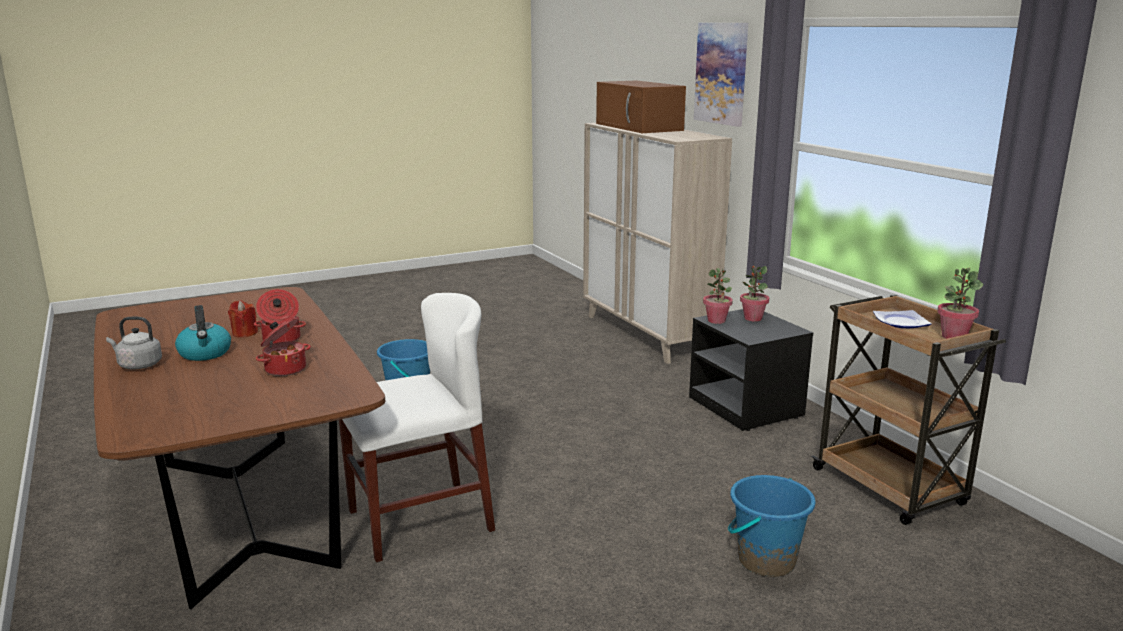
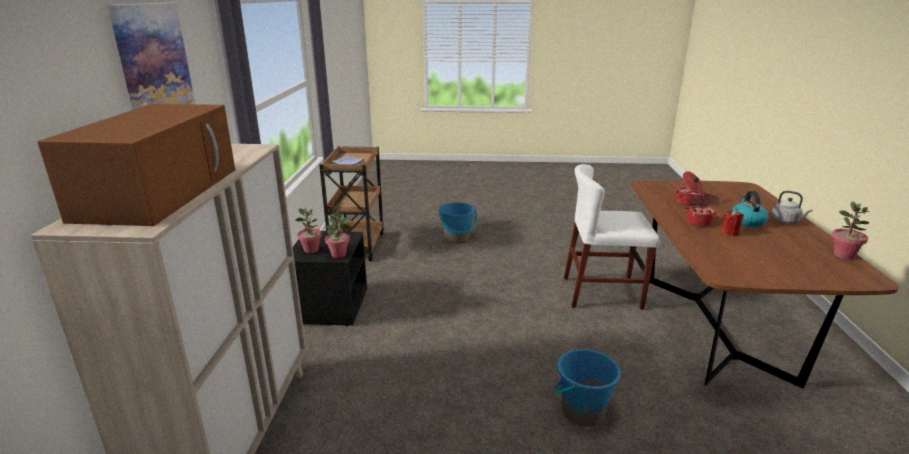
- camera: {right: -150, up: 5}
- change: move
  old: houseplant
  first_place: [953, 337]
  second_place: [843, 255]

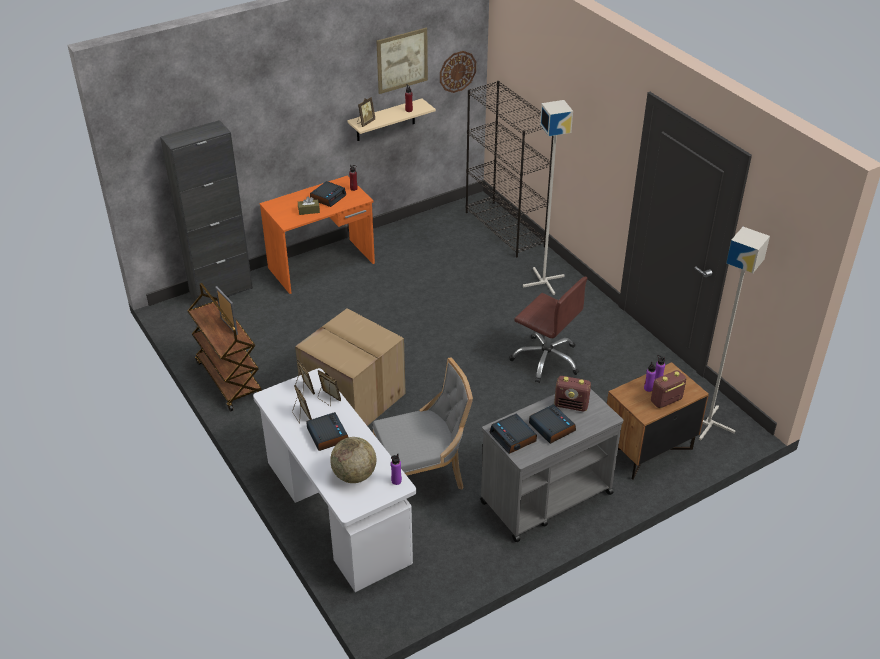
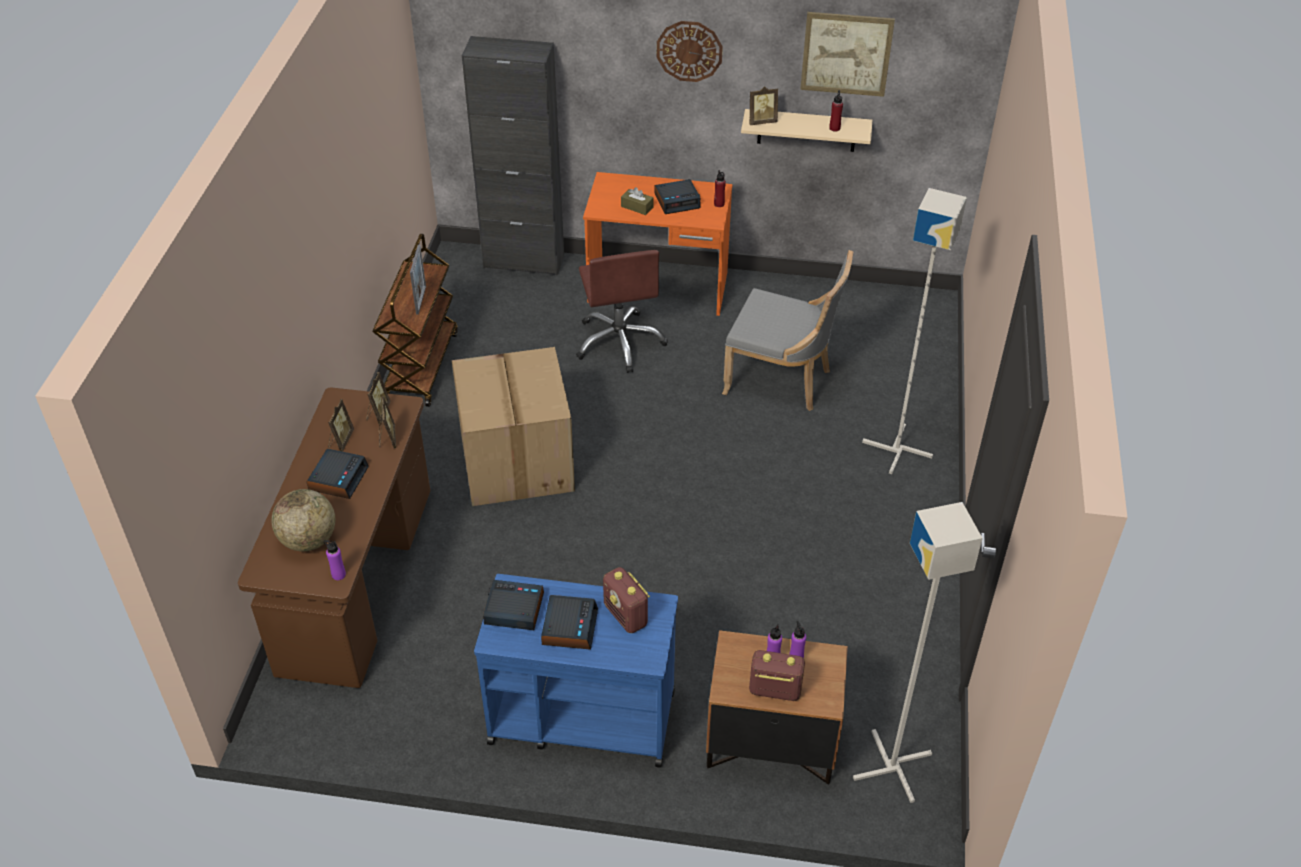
- camera: {right: 40, up: 5}
- change: recolor
  old: whitish desk
  new: brownish desk
  first_place: [337, 512]
  second_place: [356, 579]
- change: move
  old: gray upright chair
  first_place: [423, 478]
  second_place: [782, 380]
- change: move
  old: hanging clock
  first_place: [457, 71]
  second_place: [689, 51]
- change: delete
  old: blackish bookshelf
  first_place: [505, 229]
- change: recolor
  old: gray trolley
  new: blue-coloured trolley
  first_place: [545, 498]
  second_place: [581, 716]
- change: rotate
  old: bedside clock
  first_place: [513, 437]
  second_place: [513, 609]
  degrees: 90
- change: move
  old: brownish desk chair
  first_place: [546, 359]
  second_place: [620, 342]

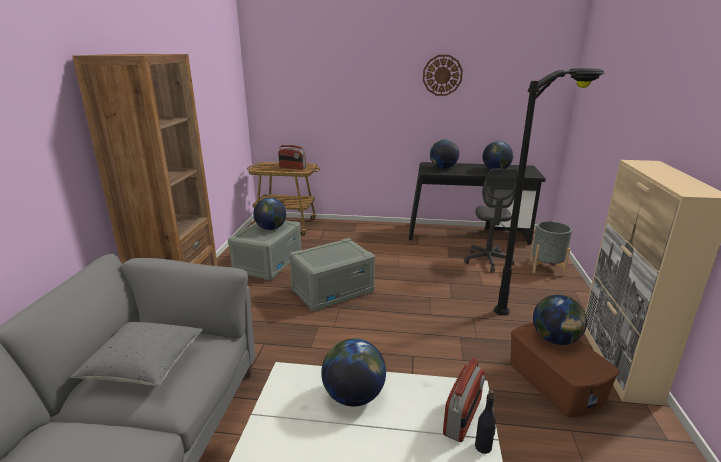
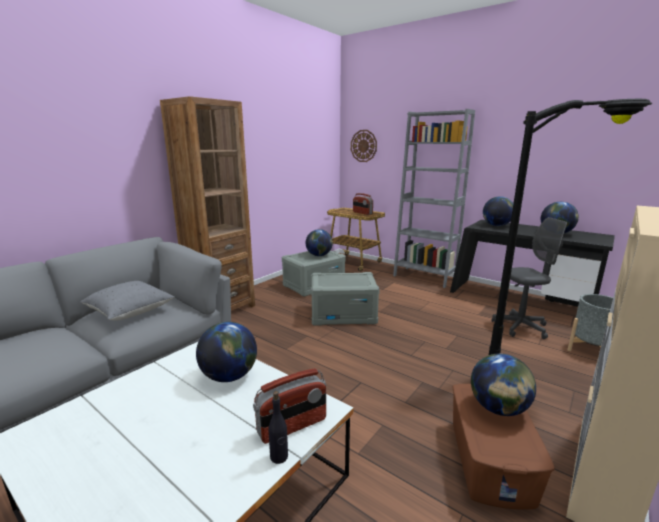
- camera: {right: 30, up: -5}
- change: move
  old: hanging clock
  first_place: [442, 75]
  second_place: [363, 146]
- change: rotate
  old: gray desk chair
  first_place: [488, 261]
  second_place: [520, 327]
  degrees: -135
- change: insert
  new: gray bookshelf
  second_place: [424, 277]

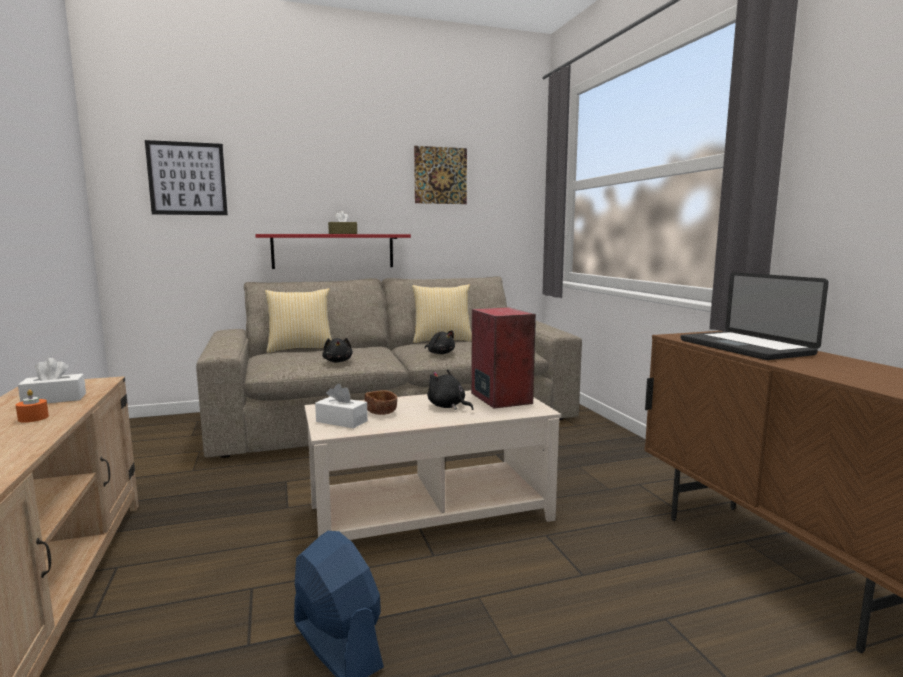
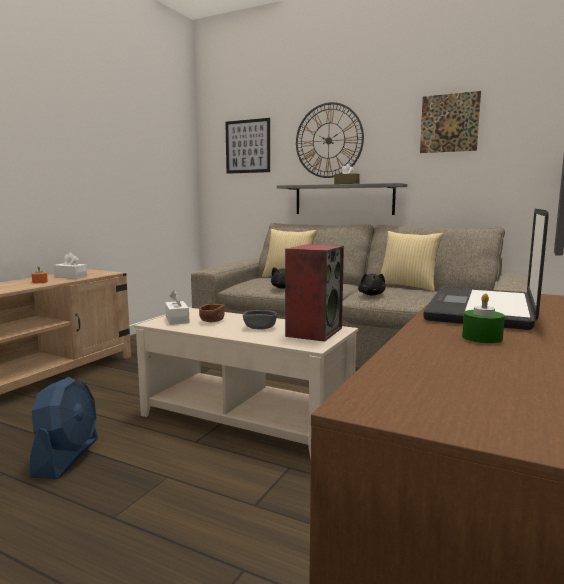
- camera: {right: 45, up: 0}
- change: recolor
  old: red-coloured shelf
  new: gray shelf
  first_place: [333, 251]
  second_place: [343, 199]
- change: replace
  old: blackish plush toy
  new: gray serving bowl
  first_place: [448, 406]
  second_place: [259, 327]
- change: insert
  new: hanging clock
  second_place: [328, 140]
- change: insert
  new: green wax light
  second_place: [482, 338]

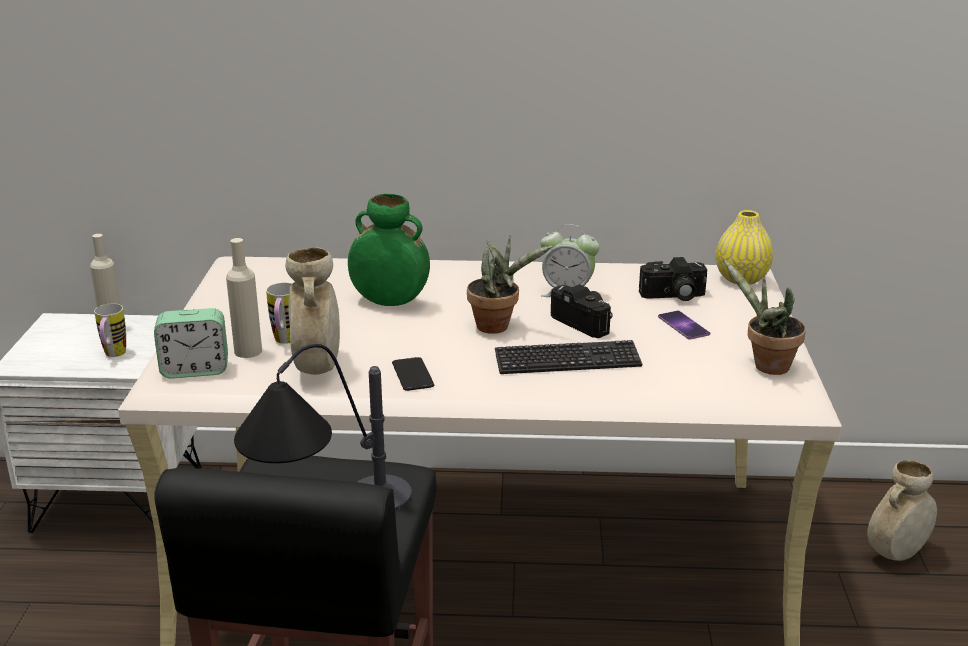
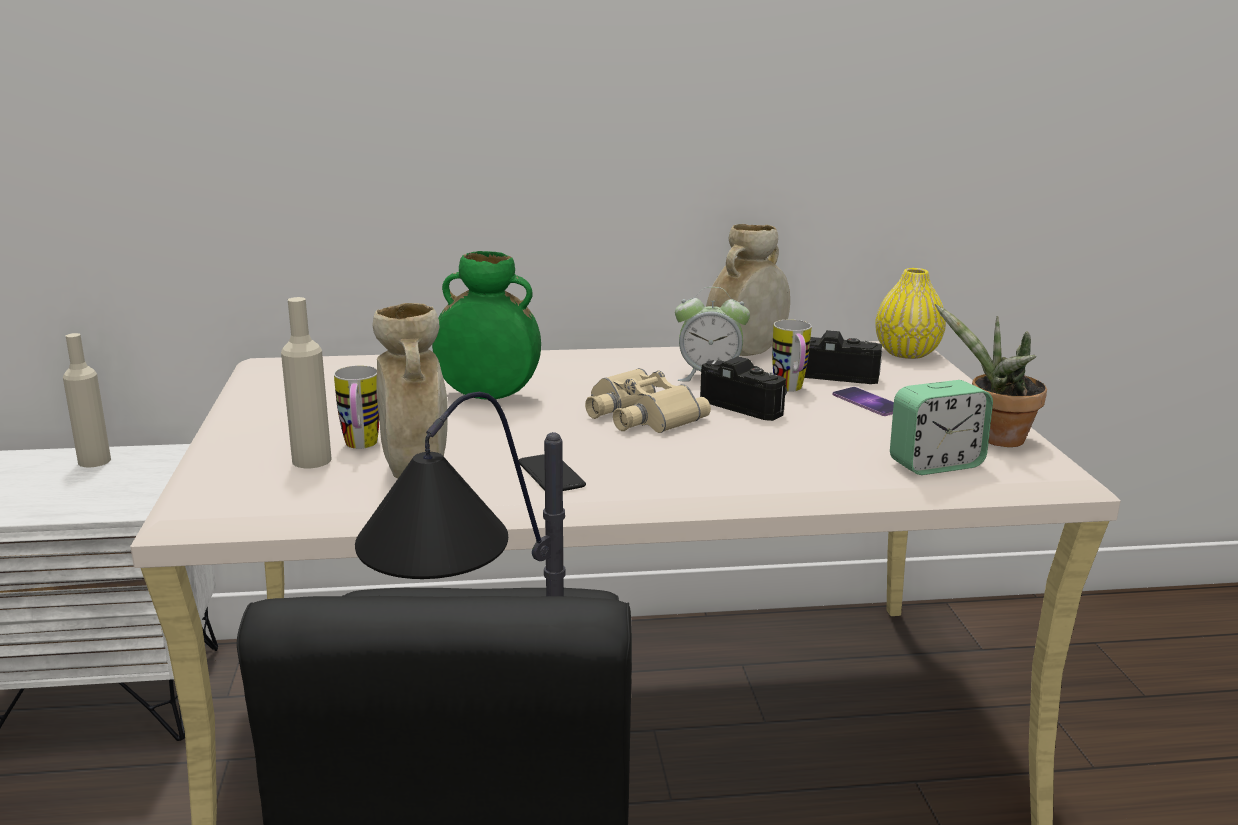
- camera: {right: -10, up: -5}
- change: move
  old: tea mug
  first_place: [113, 355]
  second_place: [790, 390]
- change: move
  old: bedside clock
  first_place: [195, 370]
  second_place: [935, 464]
- change: replace
  old: houseplant
  new: beige binoculars
  first_place: [497, 326]
  second_place: [639, 414]
- change: delete
  old: keyboard
  first_place: [567, 360]
- change: rotate
  old: still camera
  first_place: [673, 296]
  second_place: [838, 373]
  degrees: -150
- change: move
  old: beige flower vase
  first_place: [896, 553]
  second_place: [746, 353]

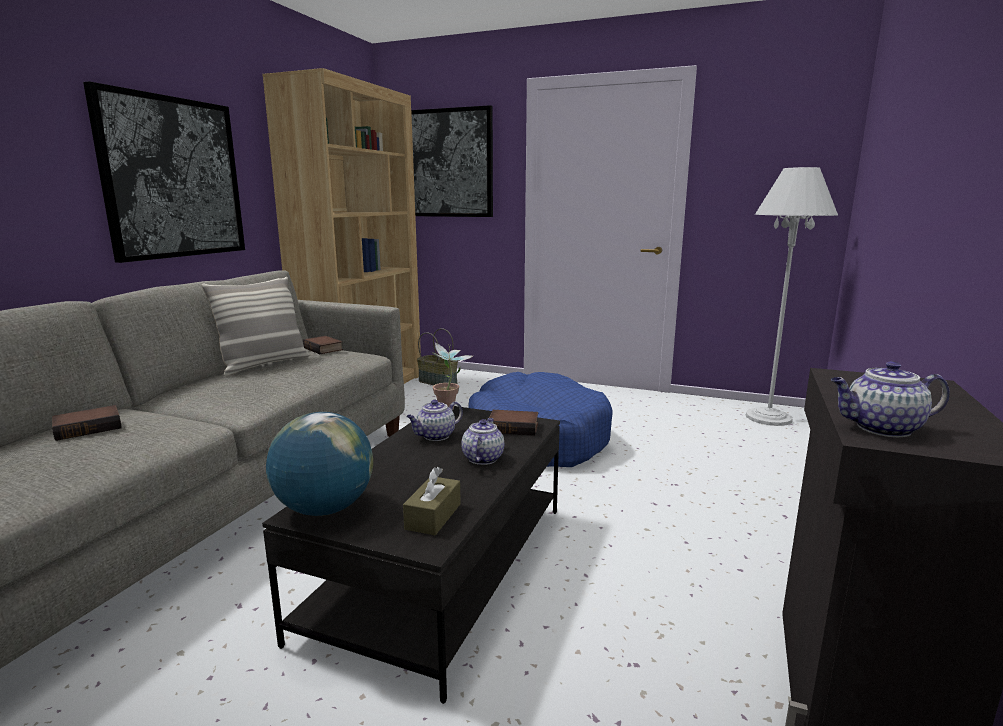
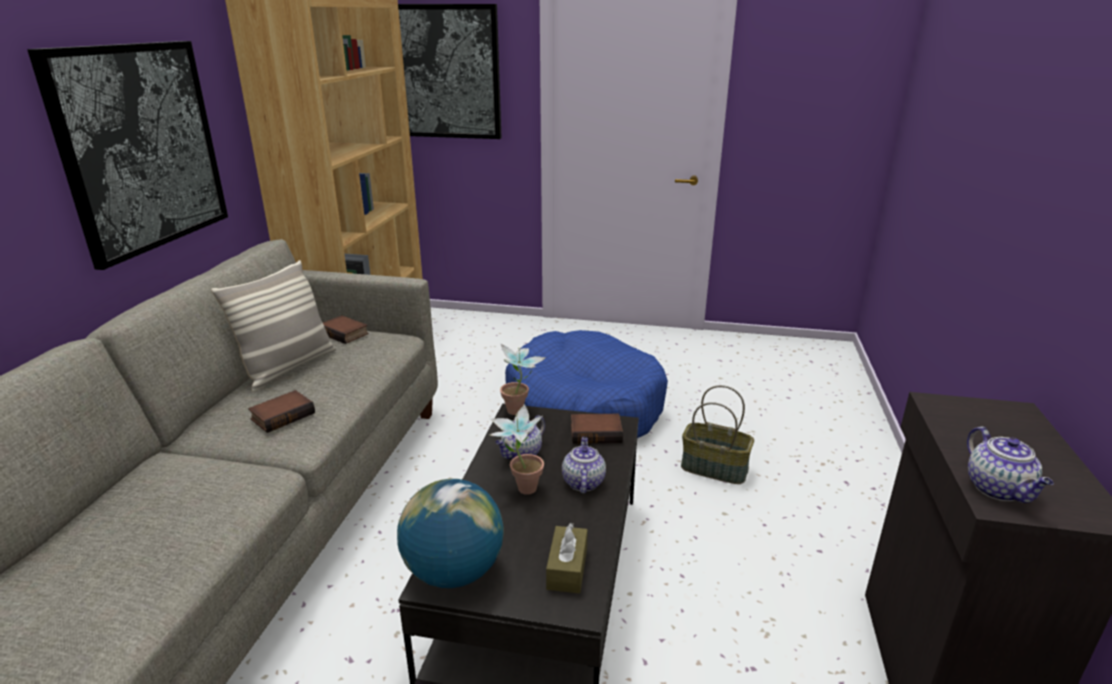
- camera: {right: -10, up: 10}
- change: move
  old: volume
  first_place: [89, 427]
  second_place: [283, 415]
- change: move
  old: storage basket
  first_place: [438, 382]
  second_place: [715, 468]
- change: delete
  old: whitish floor lamp
  first_place: [768, 417]
- change: rotate
  old: tea pot
  first_place: [881, 428]
  second_place: [999, 490]
  degrees: -90
- change: insert
  new: houseplant
  second_place: [520, 488]

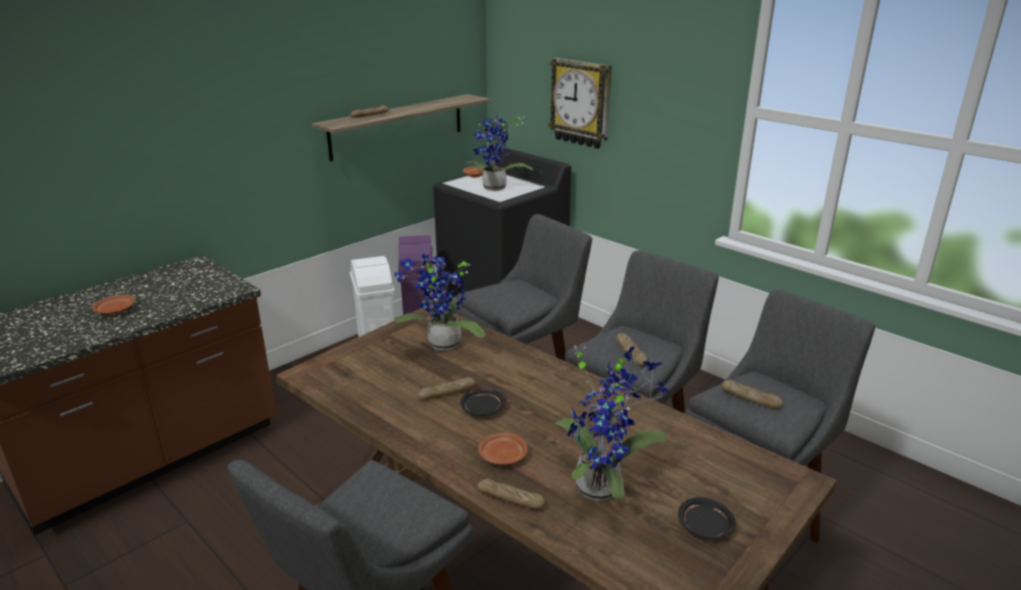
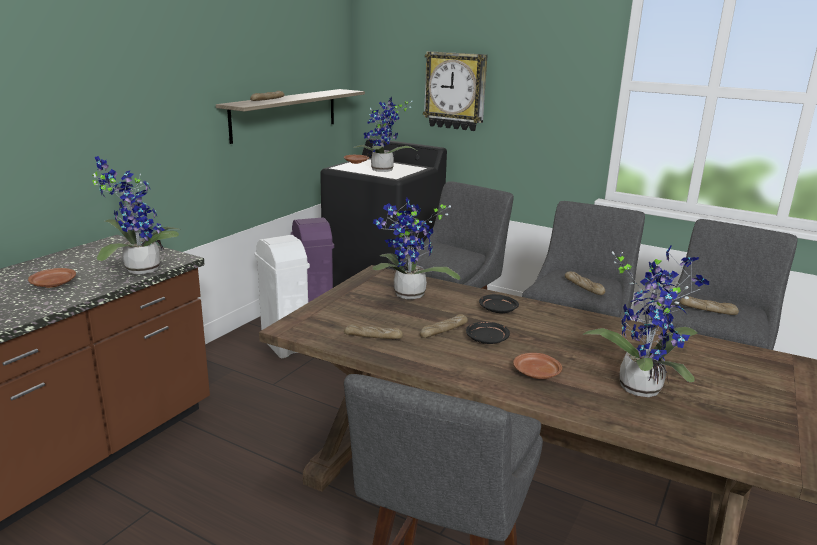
- camera: {right: -15, up: -5}
- change: move
  old: bakery bread
  first_place: [510, 499]
  second_place: [373, 337]
- change: move
  old: blackish flat dish
  first_place: [705, 526]
  second_place: [498, 310]
- change: insert
  new: houseplant
  second_place: [138, 269]

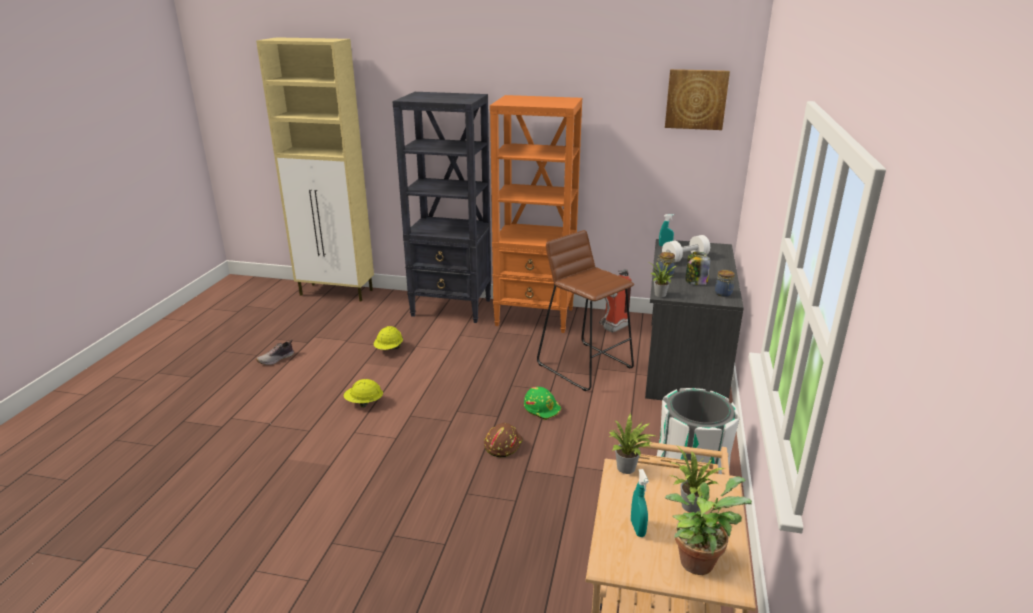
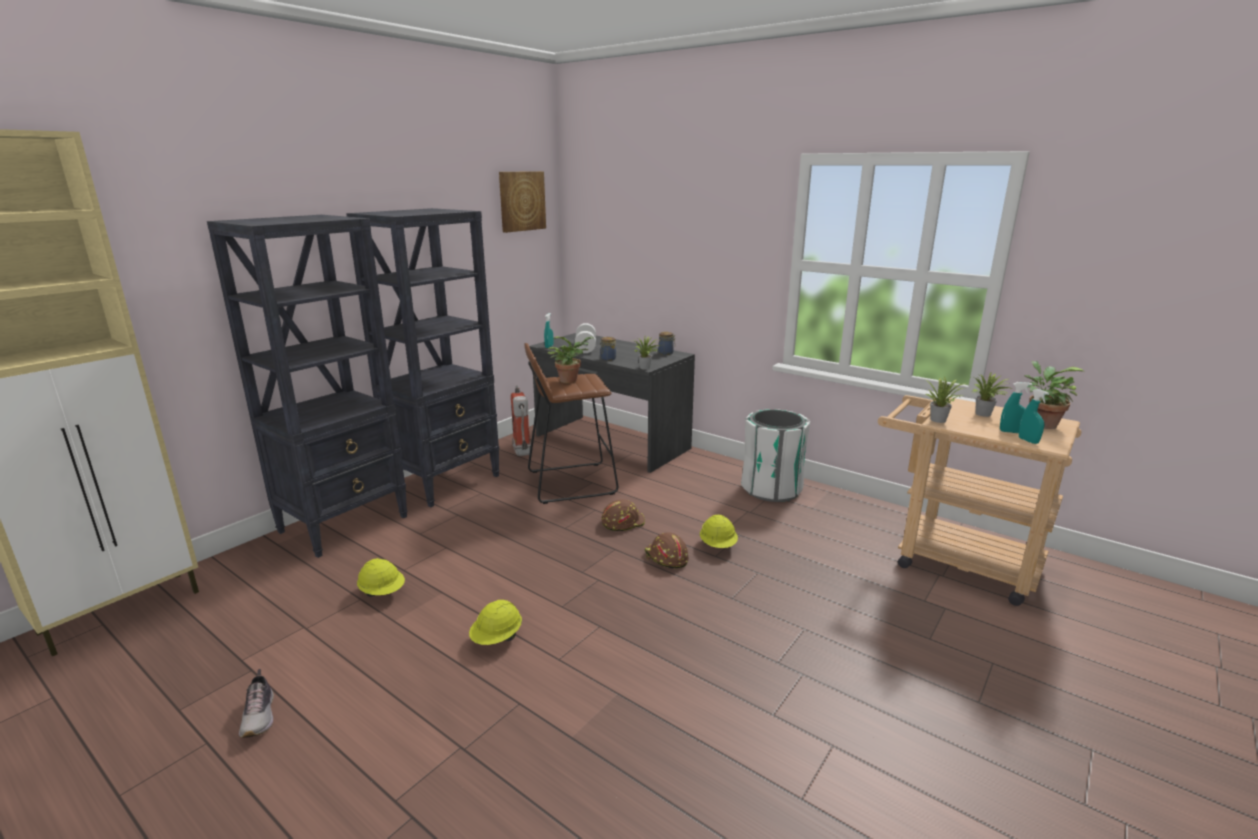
- camera: {right: -65, up: -5}
- change: recolor
  old: orange bookshelf
  new: blackish bookshelf
  first_place: [535, 317]
  second_place: [446, 481]
- change: recolor
  old: green work helmet
  new: brownish work helmet
  first_place: [542, 408]
  second_place: [622, 522]
- change: delete
  old: preserve jar
  first_place: [695, 282]
- change: insert
  new: houseplant
  second_place: [570, 380]
- change: insert
  new: yellow work helmet
  second_place: [718, 546]
- change: insert
  new: blue-green hand sprayer
  second_place: [1028, 441]

